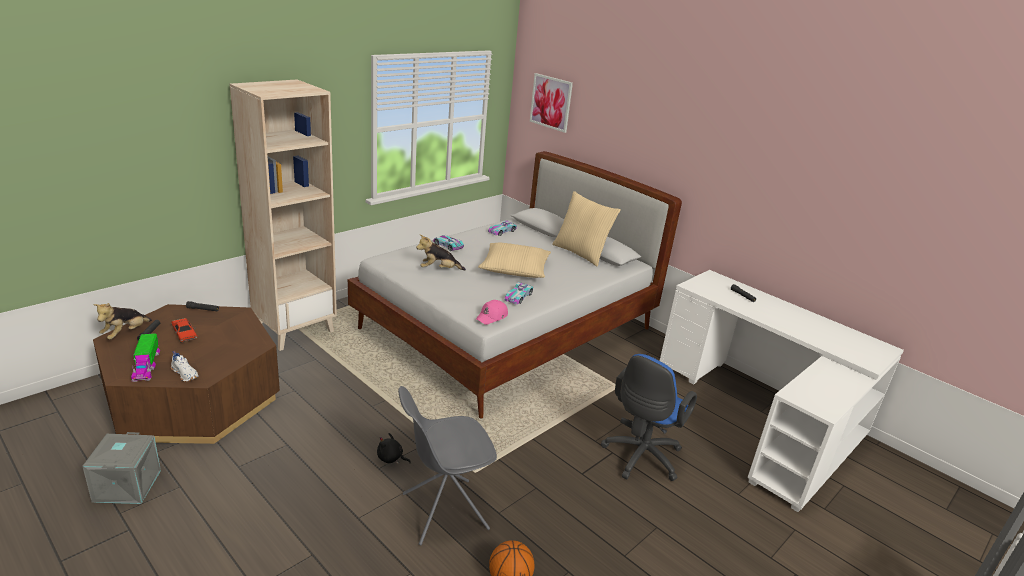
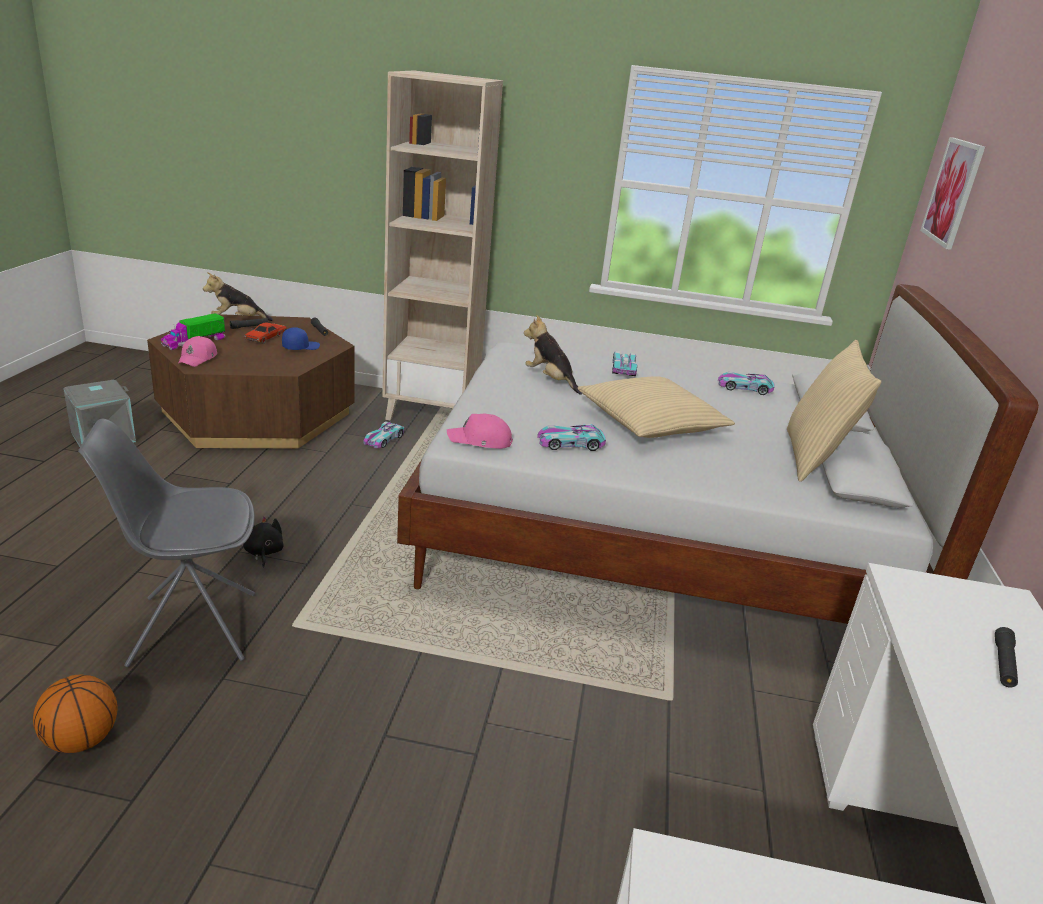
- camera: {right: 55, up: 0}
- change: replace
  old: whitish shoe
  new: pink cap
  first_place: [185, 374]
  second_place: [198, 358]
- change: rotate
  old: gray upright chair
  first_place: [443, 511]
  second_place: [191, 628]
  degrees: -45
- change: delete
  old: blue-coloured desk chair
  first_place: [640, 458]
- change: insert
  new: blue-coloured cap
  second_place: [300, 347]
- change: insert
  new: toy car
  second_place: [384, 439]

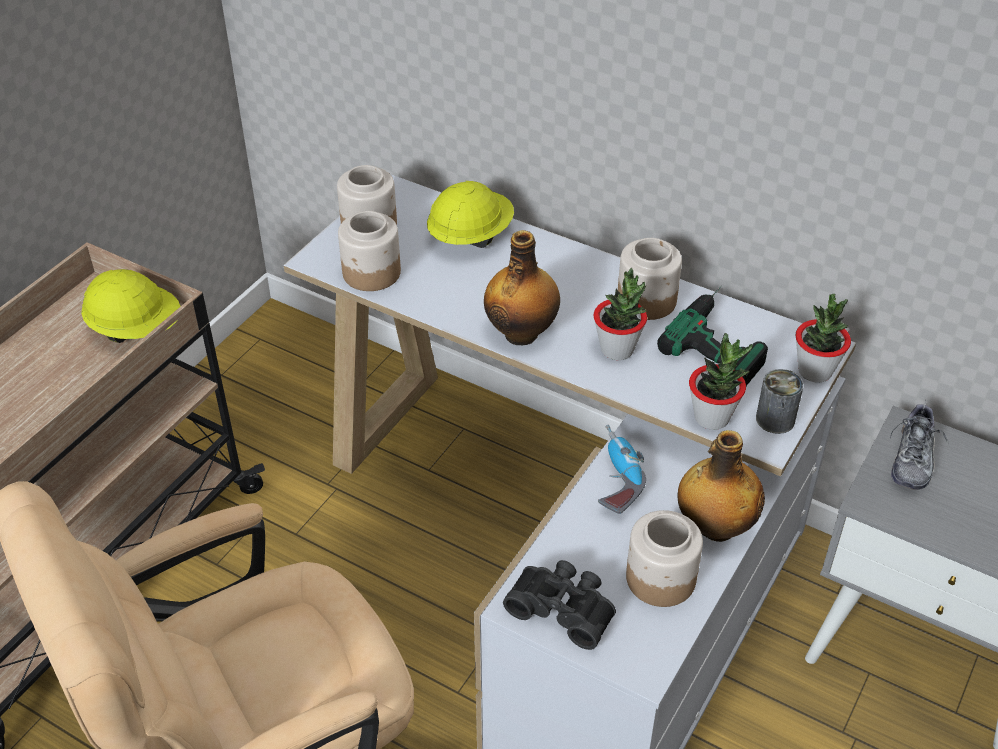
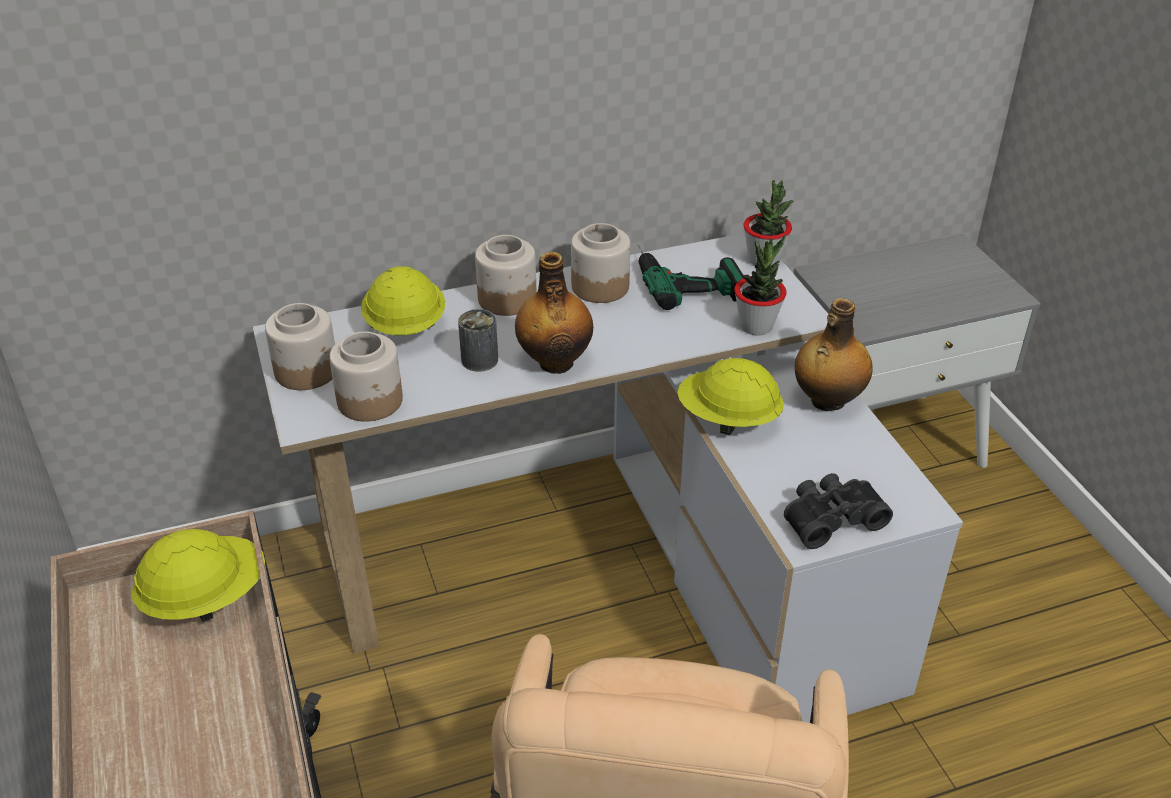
- camera: {right: -50, up: -5}
- change: delete
  old: houseplant
  first_place: [617, 349]
- change: replace
  old: drill
  new: yellow work helmet
  first_place: [614, 477]
  second_place: [728, 419]
- change: move
  old: preserve jar
  first_place: [659, 578]
  second_place: [506, 299]
- change: move
  old: metal can
  first_place: [775, 419]
  second_place: [479, 360]
- change: delete
  old: shoe
  first_place: [912, 459]

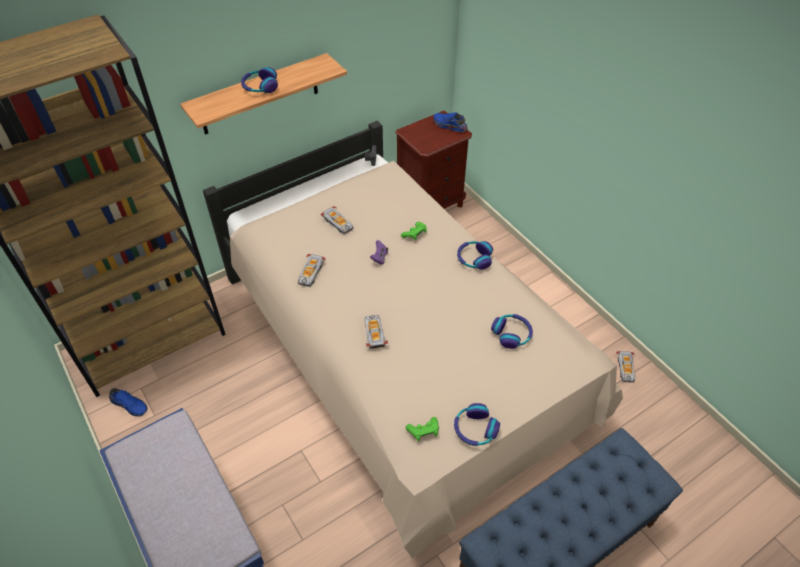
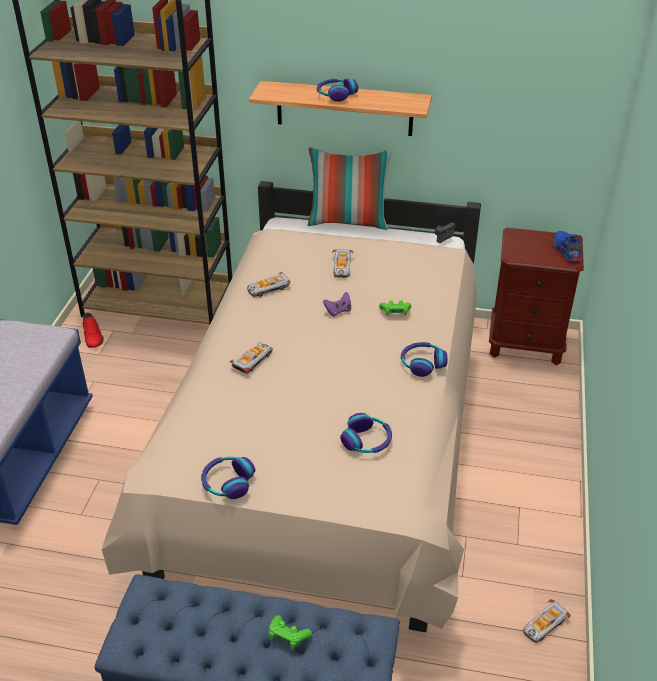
- camera: {right: 45, up: -10}
- change: recolor
  old: blue-coloured shoe
  new: red-coloured shoe
  first_place: [130, 404]
  second_place: [93, 336]
- change: move
  old: green joypad
  first_place: [423, 431]
  second_place: [288, 636]
- change: insert
  new: pillow
  second_place: [348, 221]

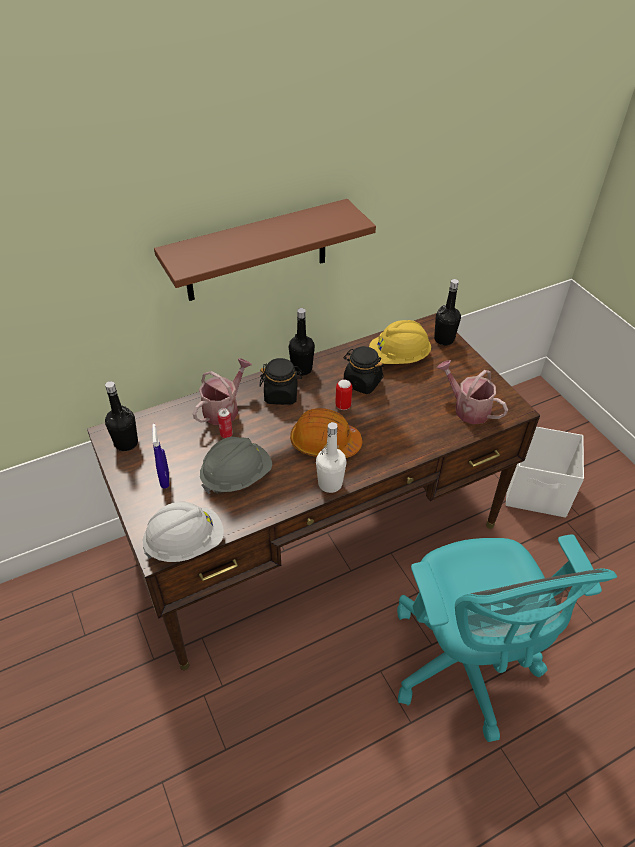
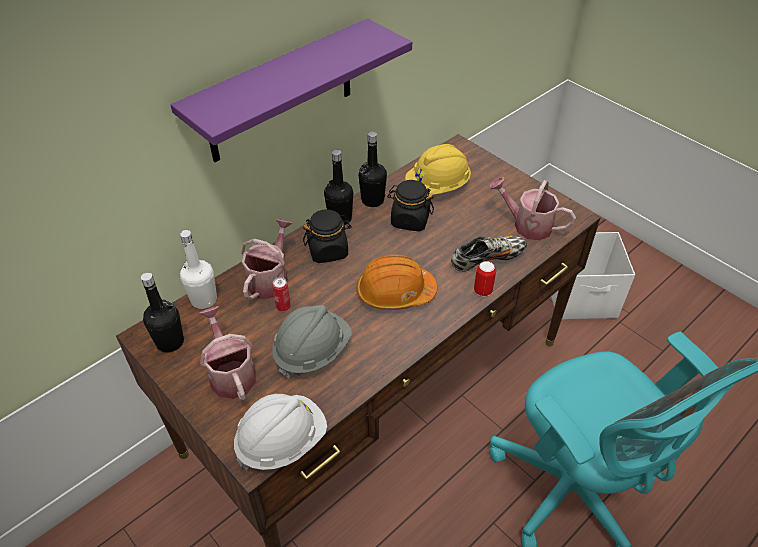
- camera: {right: -15, up: 0}
- change: replace
  old: blue-coloured hand sprayer
  new: watering pot
  first_place: [165, 479]
  second_place: [230, 373]
- change: recolor
  old: brownish shelf
  new: purple-coloured shelf
  first_place: [256, 251]
  second_place: [281, 92]
- change: move
  old: whitish bottle
  first_place: [330, 484]
  second_place: [204, 300]
- change: move
  old: metal can
  first_place: [343, 405]
  second_place: [482, 291]
- change: move
  old: blackish bottle
  first_place: [444, 339]
  second_place: [372, 200]
- change: insert
  new: shoe
  second_place: [487, 259]

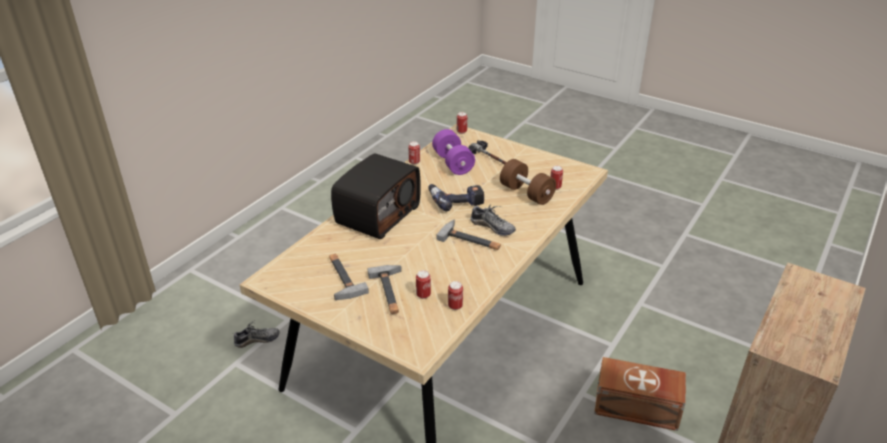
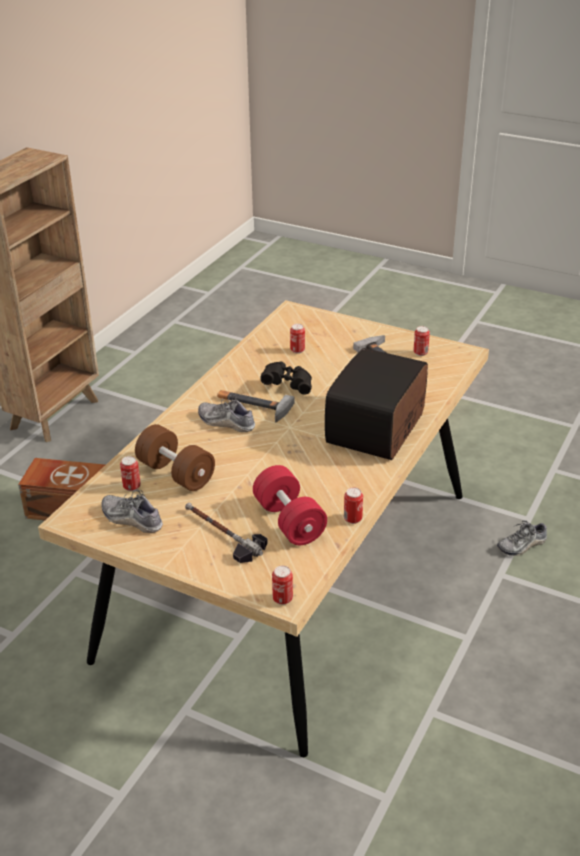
- camera: {right: 175, up: 0}
- change: delete
  old: hammer
  first_place: [390, 292]
- change: delete
  old: drill
  first_place: [456, 200]
- change: recolor
  old: purple-coloured dumbbell
  new: red-coloured dumbbell
  first_place: [453, 163]
  second_place: [289, 521]
- change: move
  old: metal can
  first_place: [455, 306]
  second_place: [420, 353]
- change: insert
  new: shoe
  second_place: [132, 519]
- change: insert
  new: blackish binoculars
  second_place: [288, 385]

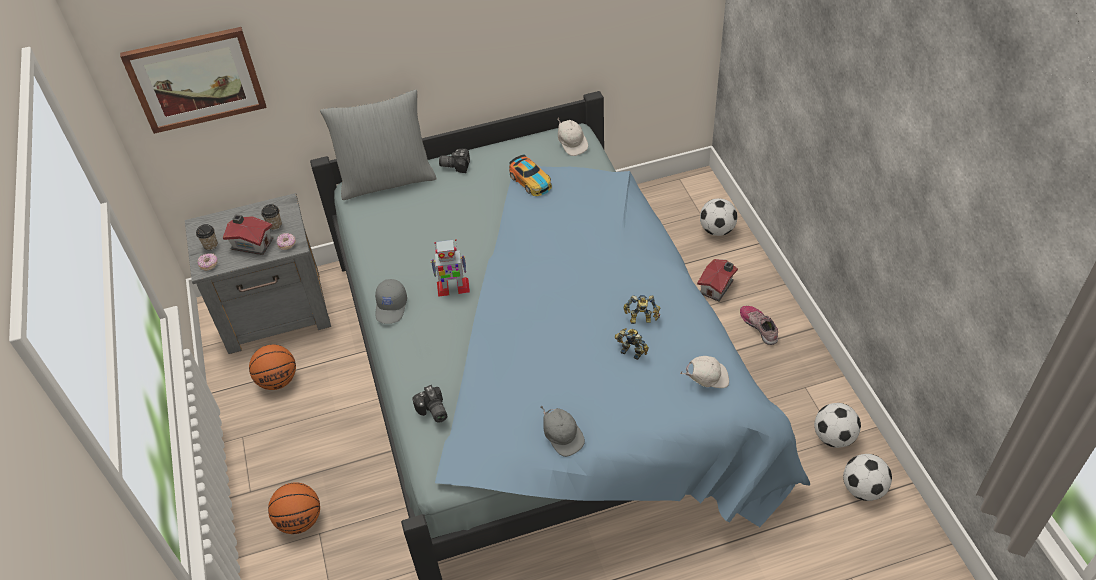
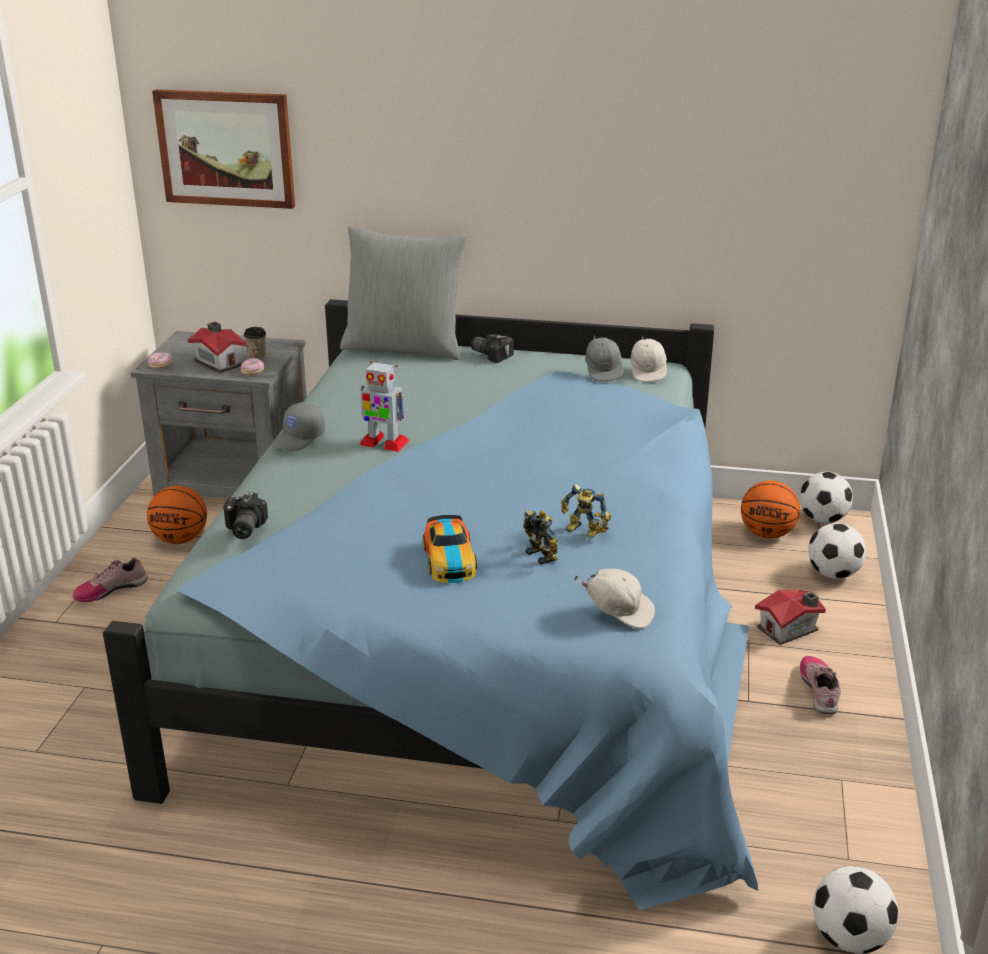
- camera: {right: 25, up: -20}
- change: delete
  old: cup
  first_place: [211, 245]
- change: move
  old: basketball ball
  first_place: [300, 520]
  second_place: [767, 534]
- change: move
  old: toy car
  first_place: [531, 181]
  second_place: [449, 560]
- change: move
  old: gray cap
  first_place: [562, 437]
  second_place: [603, 371]
- change: move
  old: football ball
  first_place: [833, 437]
  second_place: [822, 519]
- change: insert
  new: shoe
  second_place: [110, 589]

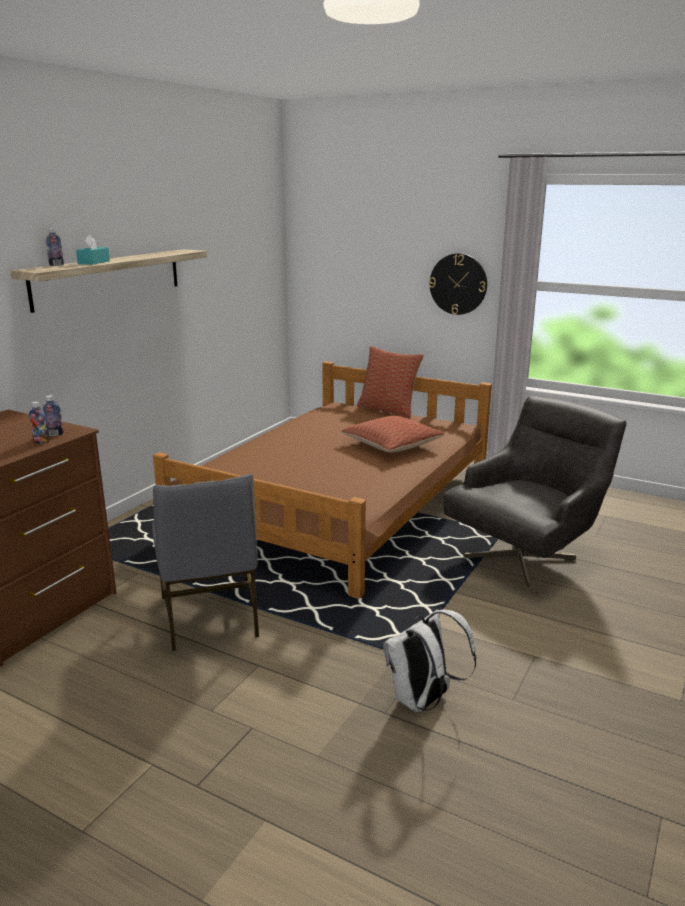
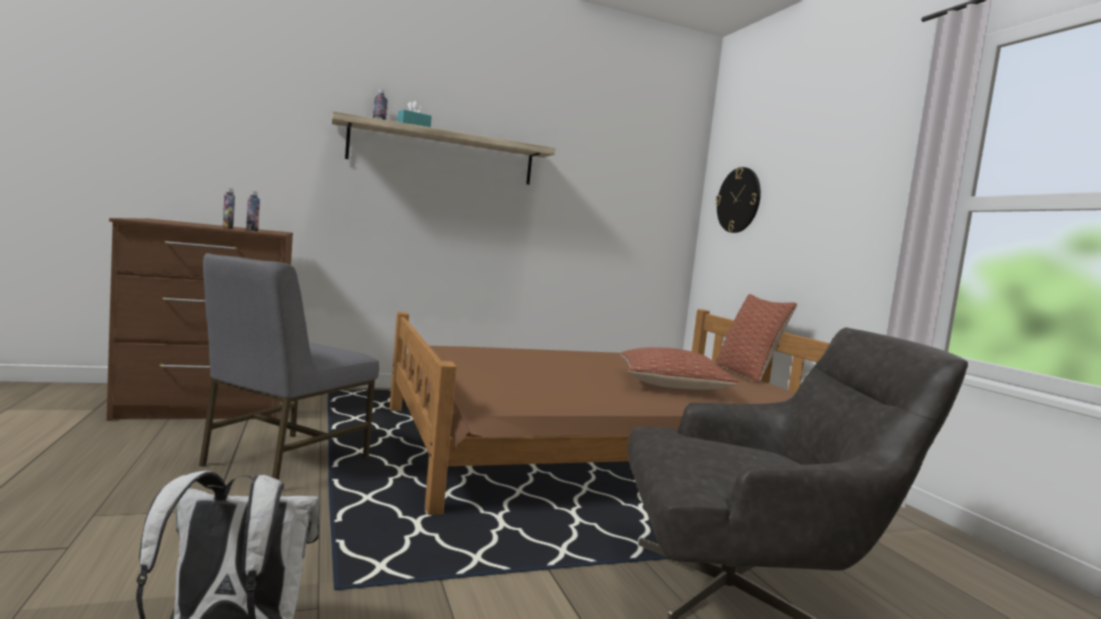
- camera: {right: 40, up: -15}
- change: move
  old: hanging clock
  first_place: [458, 284]
  second_place: [738, 200]

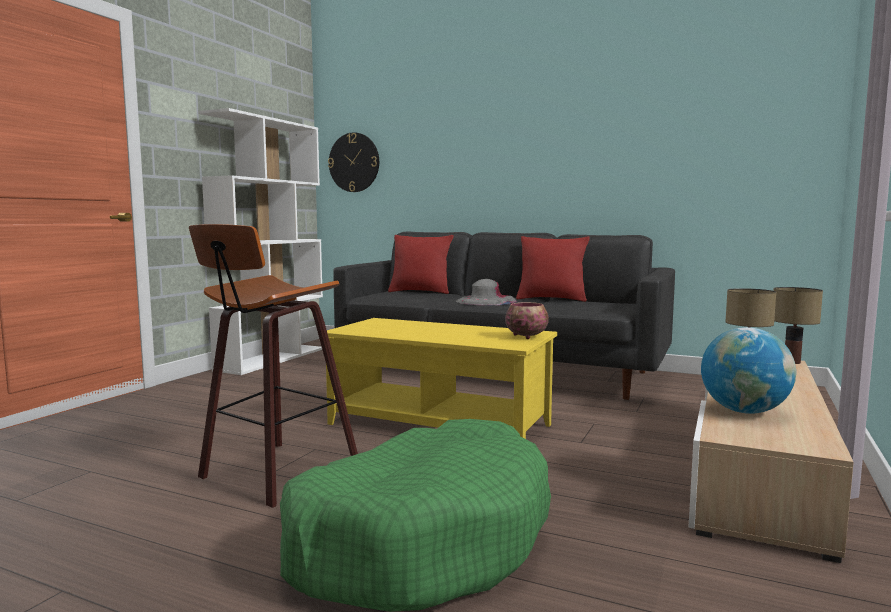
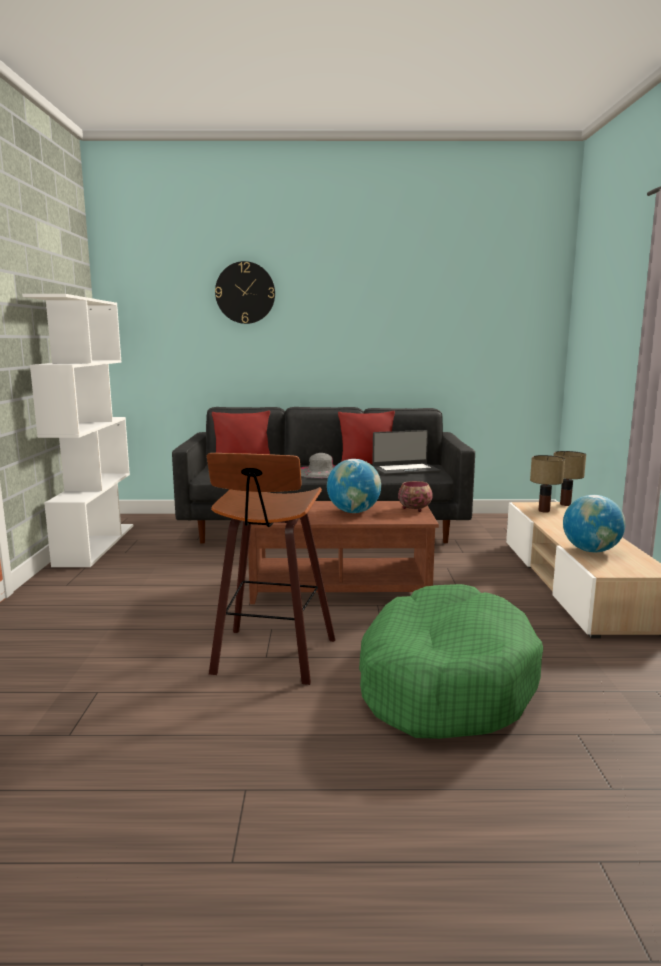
- camera: {right: -25, up: 5}
- change: recolor
  old: yellow lounge table
  new: brownish lounge table
  first_place: [440, 424]
  second_place: [340, 587]
- change: move
  old: hanging clock
  first_place: [354, 162]
  second_place: [245, 293]
- change: insert
  new: globe
  second_place: [353, 512]
- change: insert
  new: portable computer
  second_place: [405, 470]

